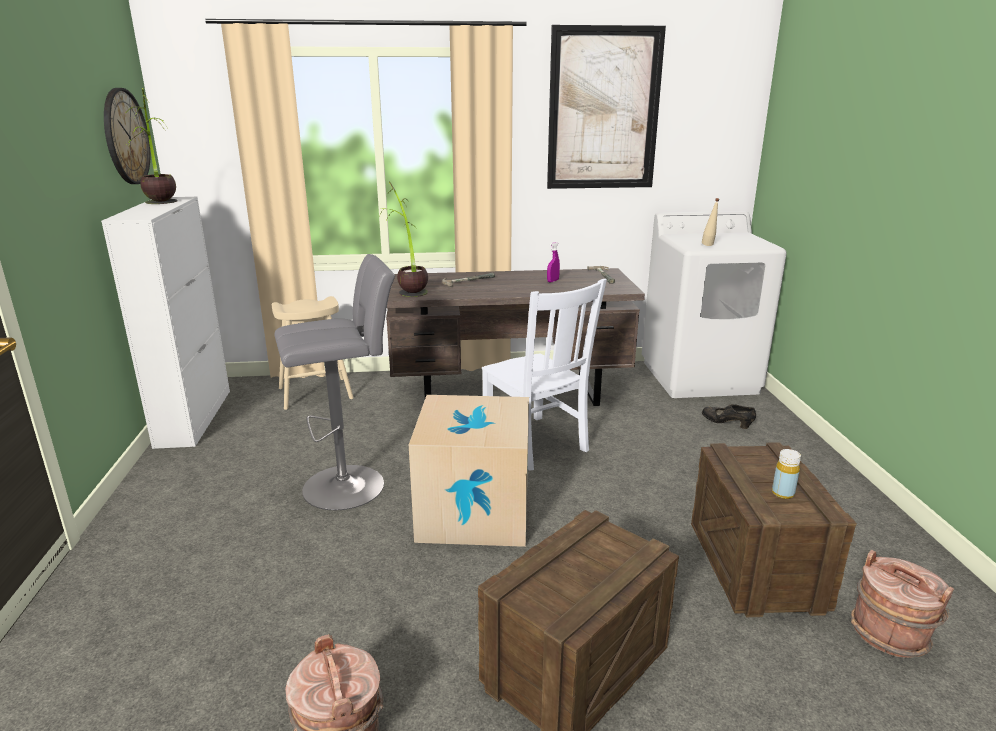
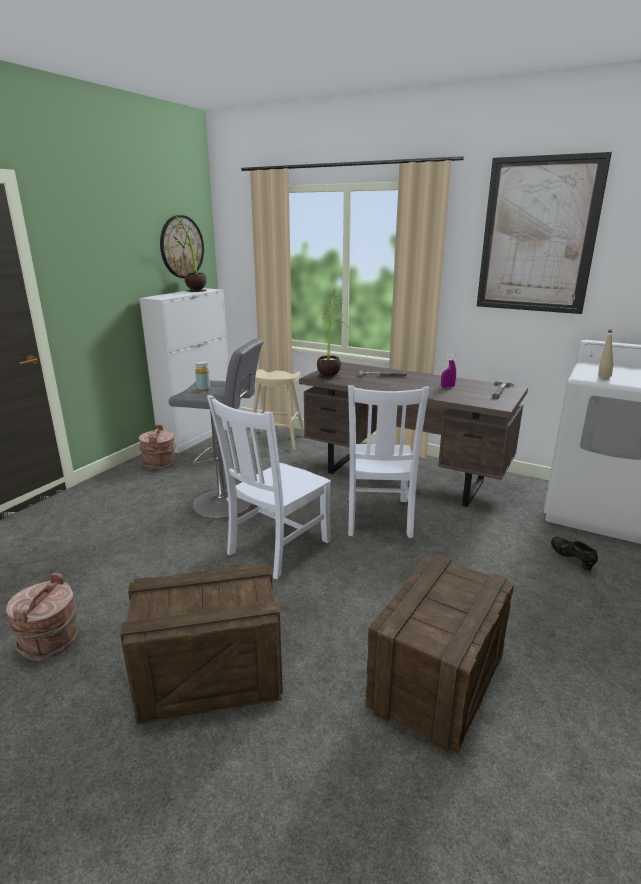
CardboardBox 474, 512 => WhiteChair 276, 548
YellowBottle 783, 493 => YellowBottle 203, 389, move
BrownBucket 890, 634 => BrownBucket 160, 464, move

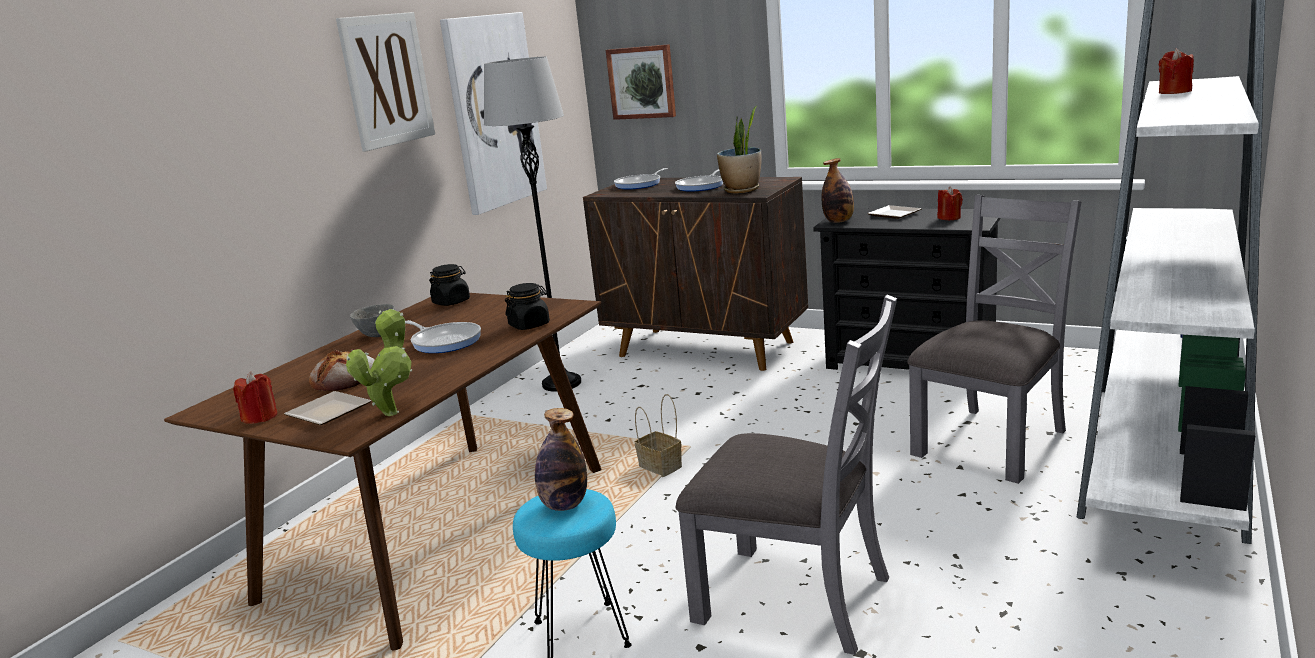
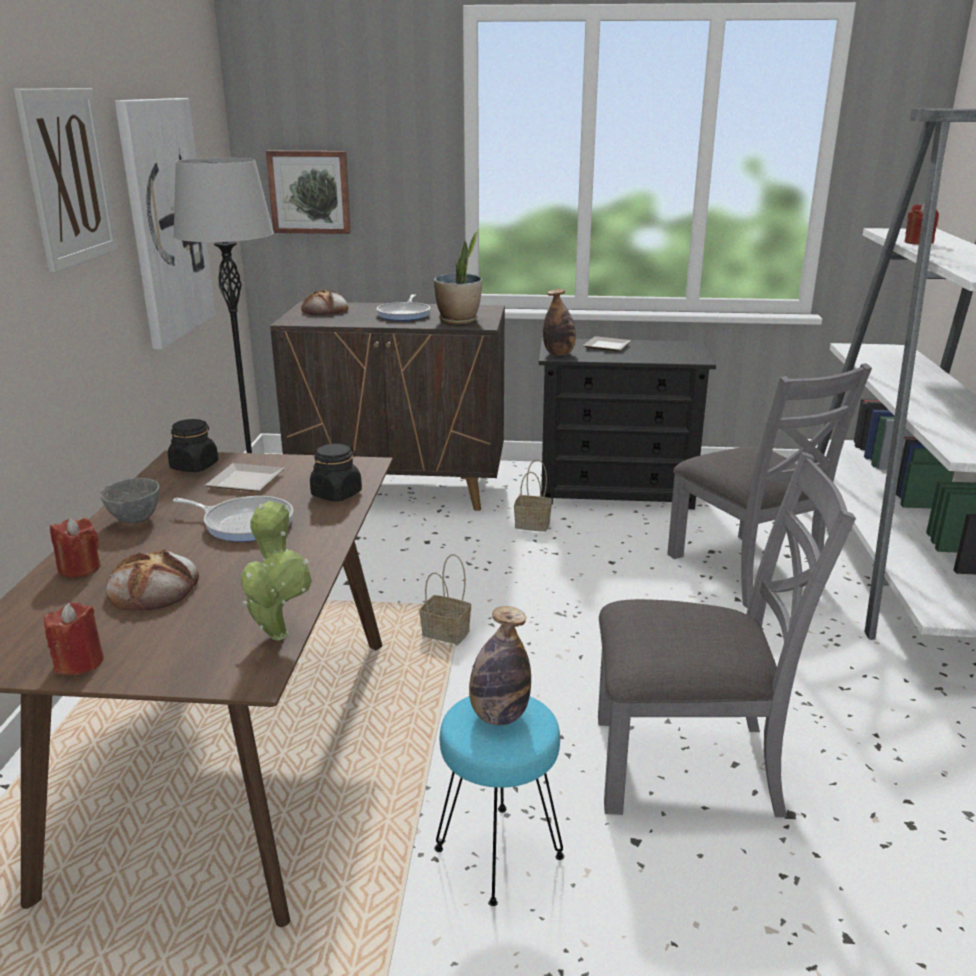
FryingPan 640, 184 => Bread 325, 310
RedCandle 949, 218 => RedCandle 80, 568, move
GreyChair 992, 442 => GreyChair 746, 570, 135 degrees clockwise
Plate 328, 413 => Plate 247, 482, move
nothing => Basket 534, 524

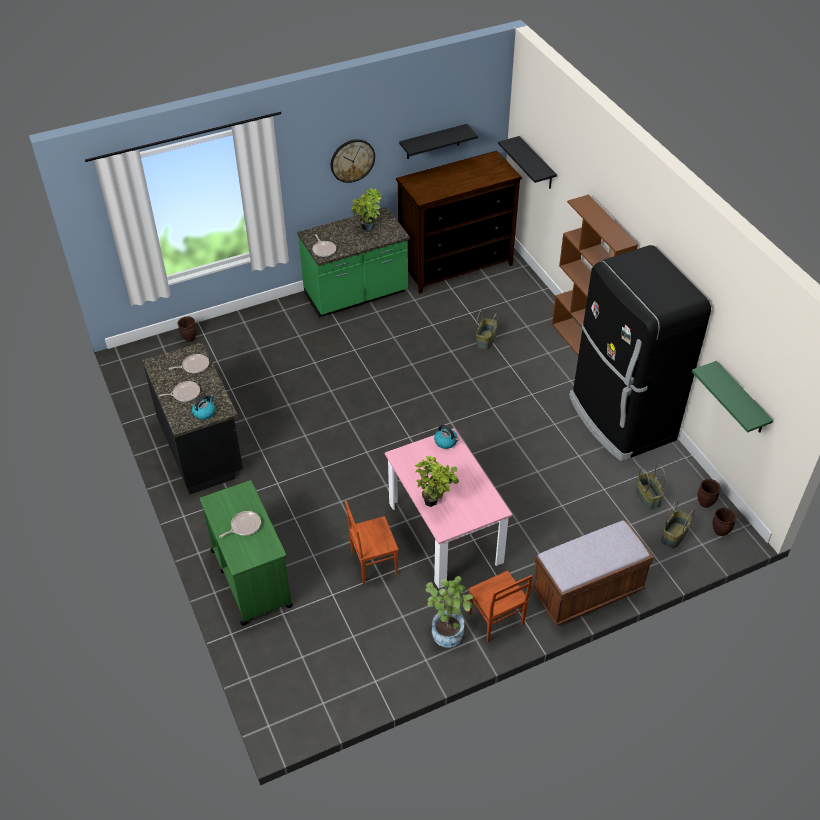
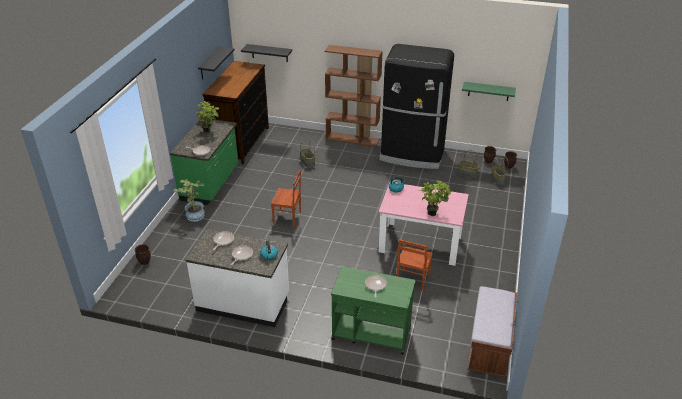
WallClock 352, 160 => nothing
BlackCounter 202, 447 => WhiteCounter 243, 302
BrownBench 587, 592 => BrownBench 489, 347, move
BrownChair 495, 620 => BrownChair 287, 218, move
PottedPlant 447, 630 => PottedPlant 193, 214, move

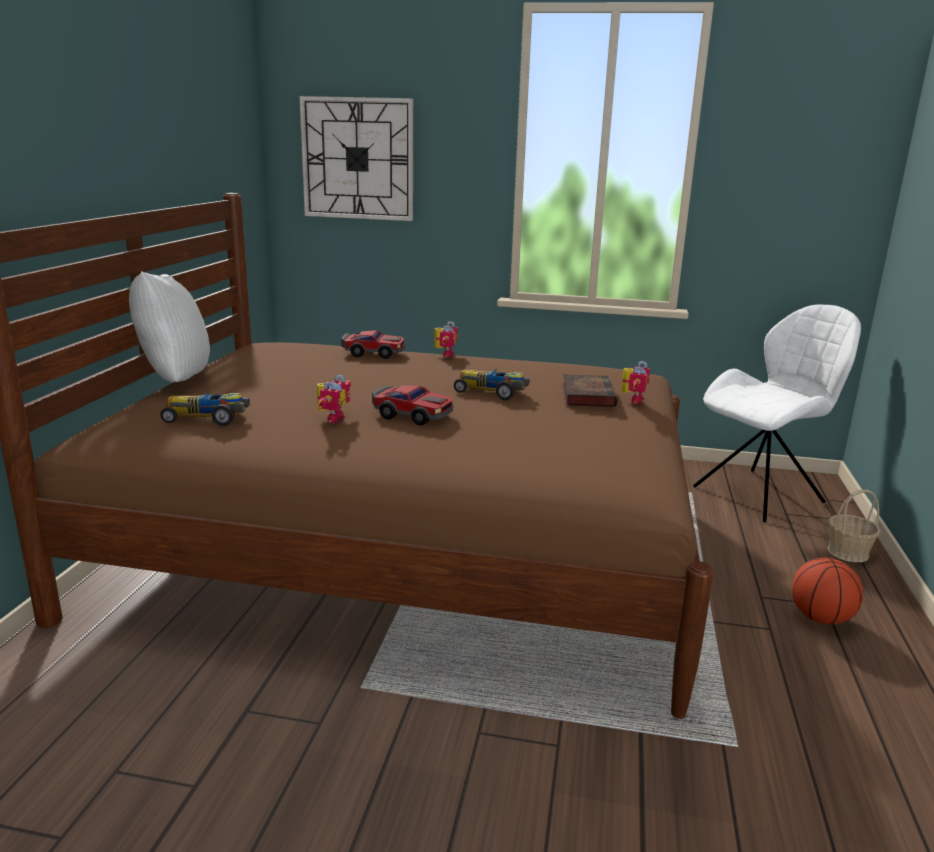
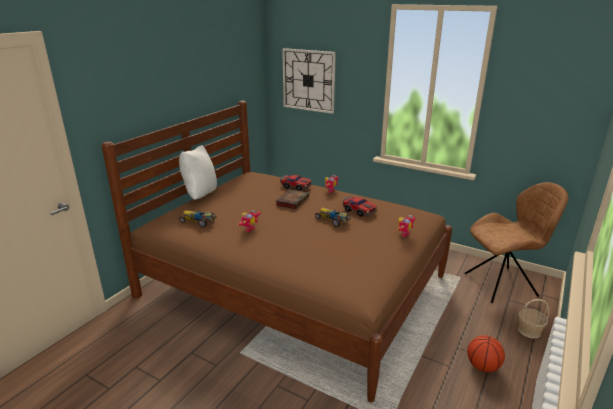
WhiteChair 761, 494 => BrownChair 502, 284
Book 587, 395 => Book 292, 201, move
ToyCar 413, 415 => ToyCar 359, 210, move

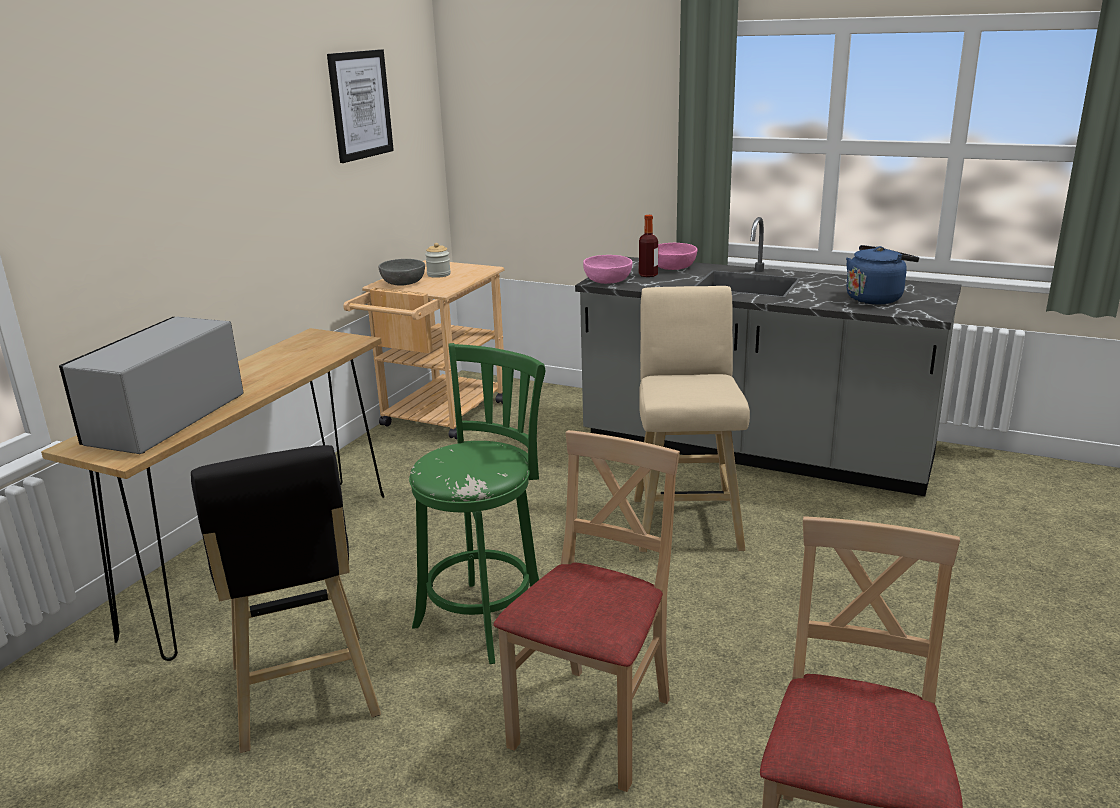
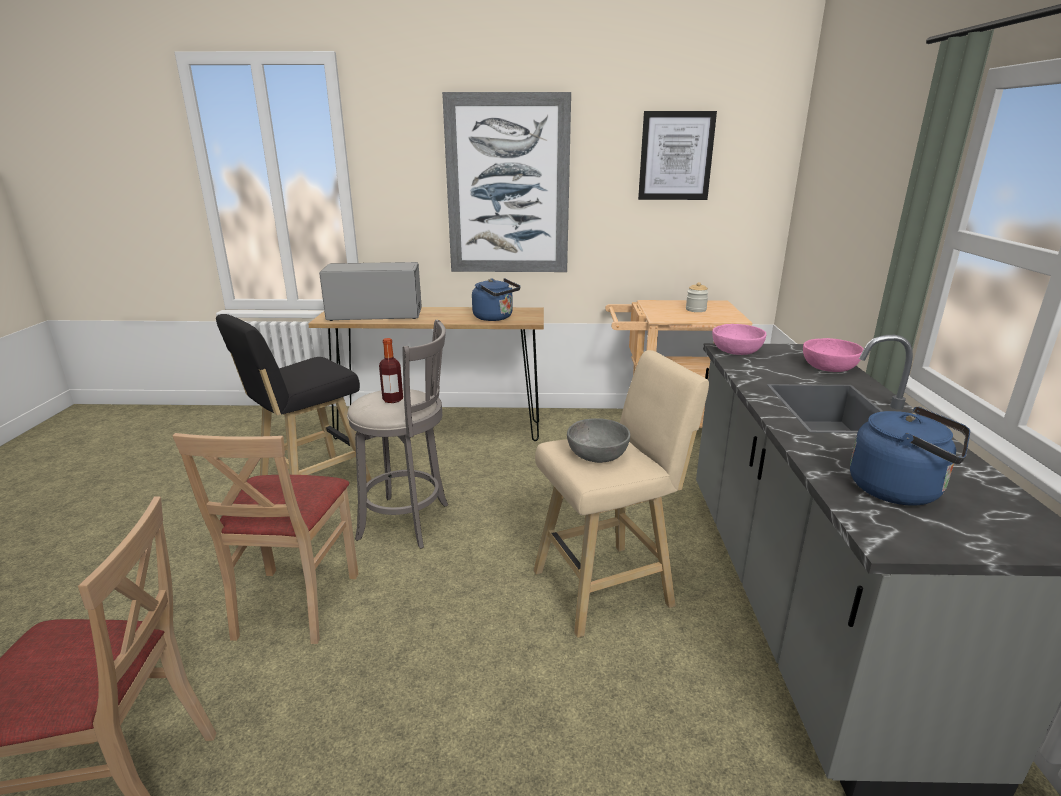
Bottle 648, 275 => Bottle 393, 400, move
GreyBowl 403, 282 => GreyBowl 597, 454, move
GreenStool 486, 617 => GreyStool 409, 522
BeigeChair 594, 724 => BeigeChair 295, 604, 90 degrees clockwise
nothing => Picture 508, 186
nothing => BlueKettle 495, 318

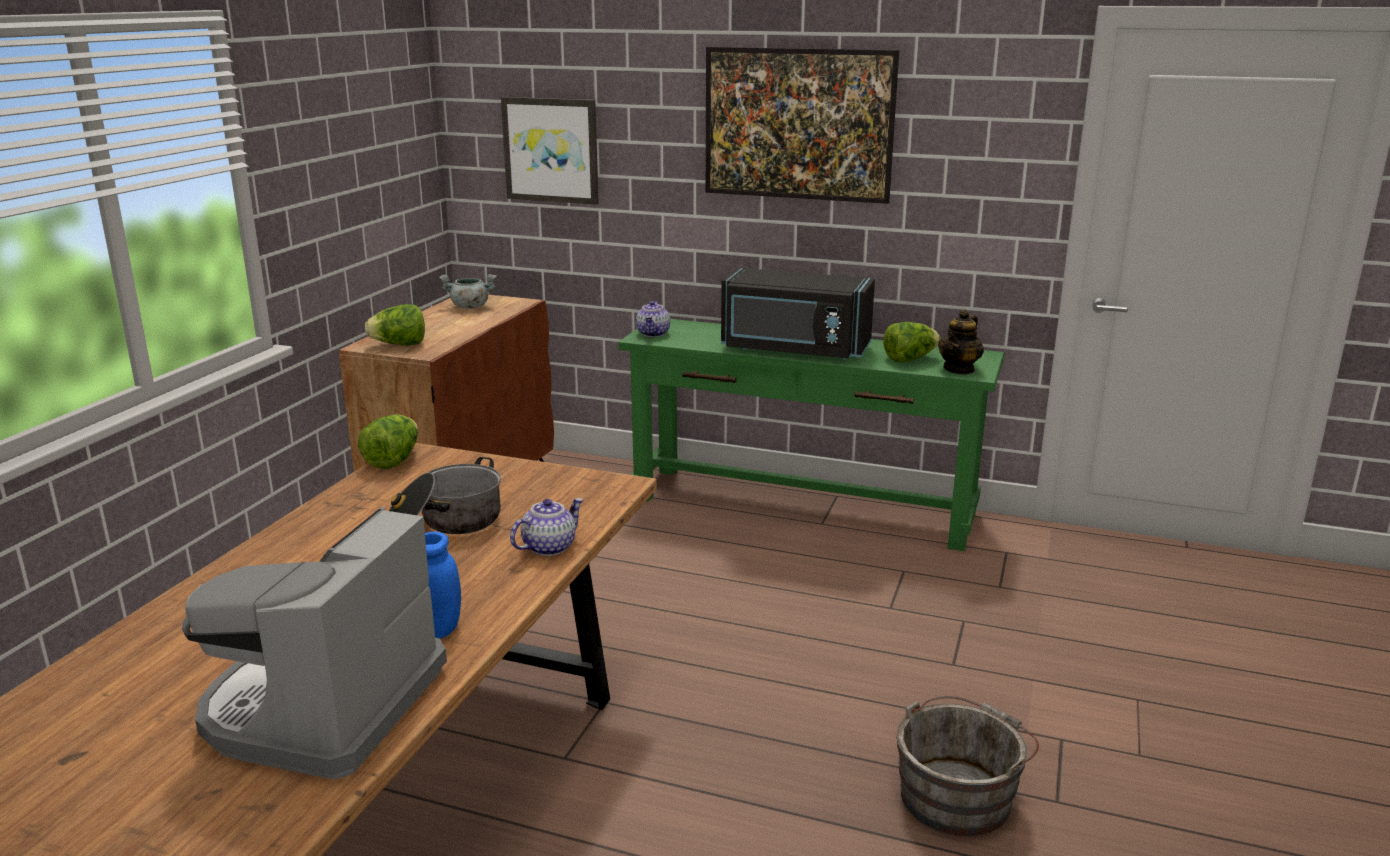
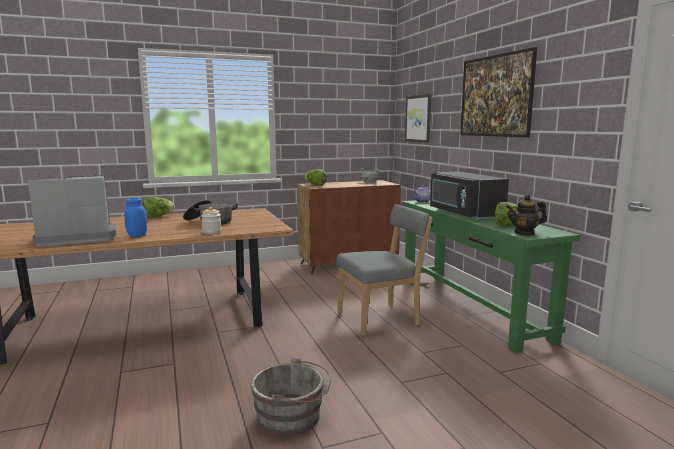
Lettuce 393, 460 => Lettuce 158, 216, move
Teapot 549, 547 => Jar 211, 232
nothing => GreyChair 381, 319

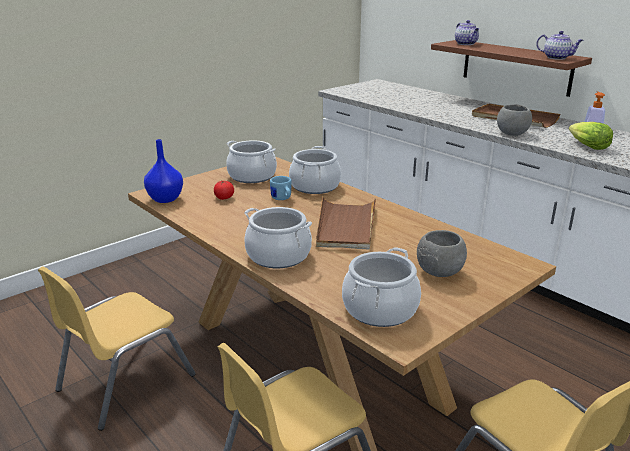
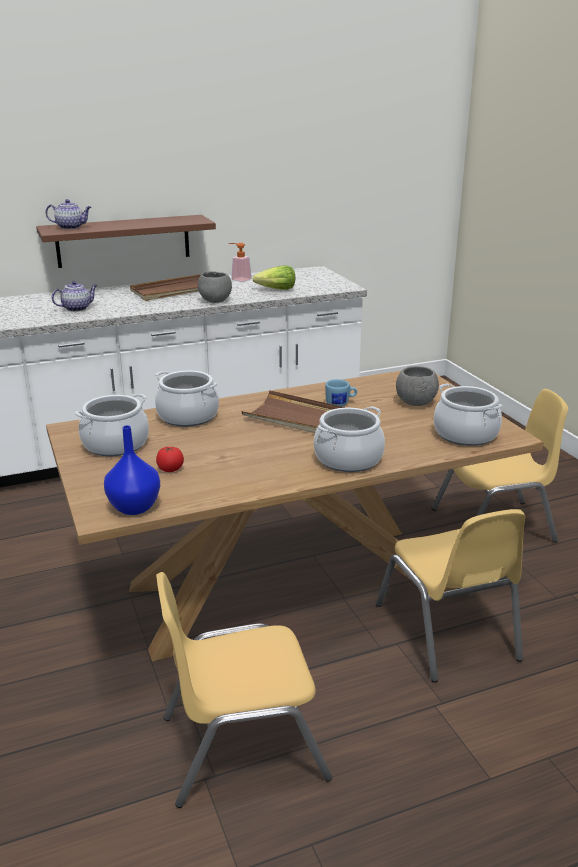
Teapot 557, 58 => Teapot 77, 308, move
BlueMug 282, 199 => BlueMug 341, 404, move
YellowChair 125, 382 => YellowChair 242, 745, 105 degrees clockwise

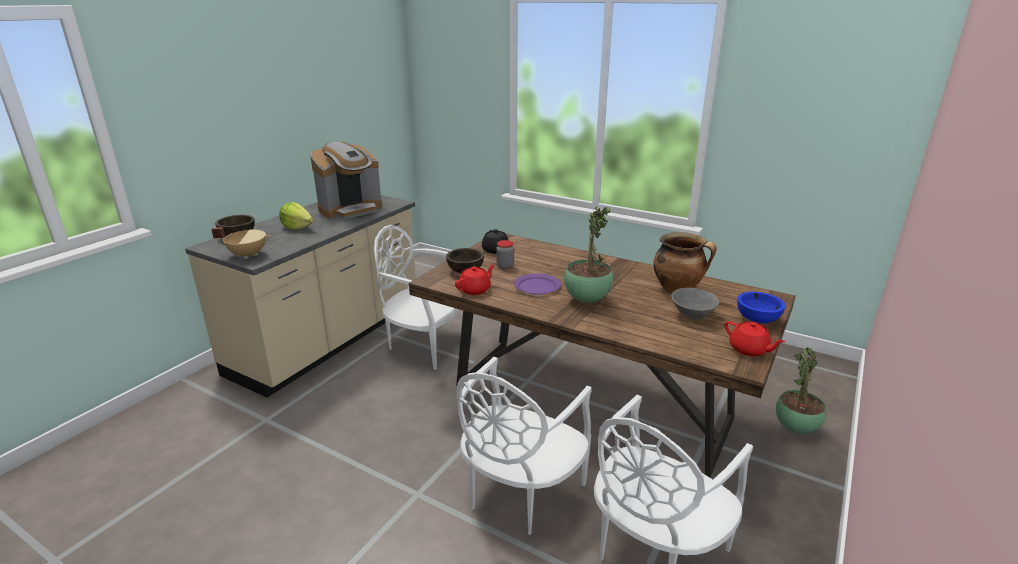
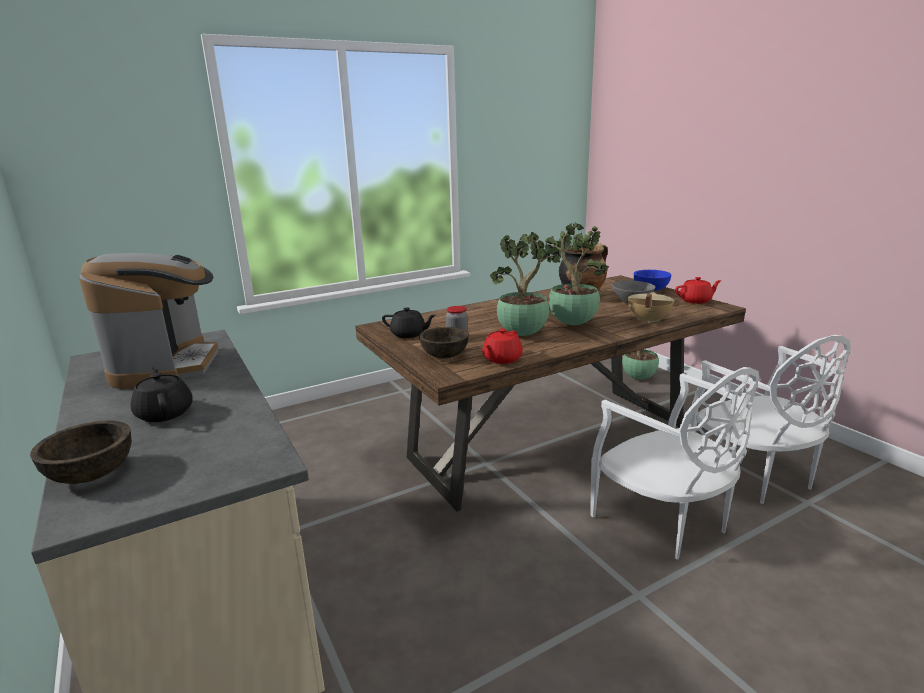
Lettuce 297, 227 => BlackTeapot 165, 413
WhiteChair 425, 343 => nothing
BeigeCookingPot 248, 255 => BeigeCookingPot 647, 320, move
RedTeapot 475, 290 => RedTeapot 501, 359, 135 degrees counterclockwise
PurplePlate 537, 286 => PottedPlant 524, 334

